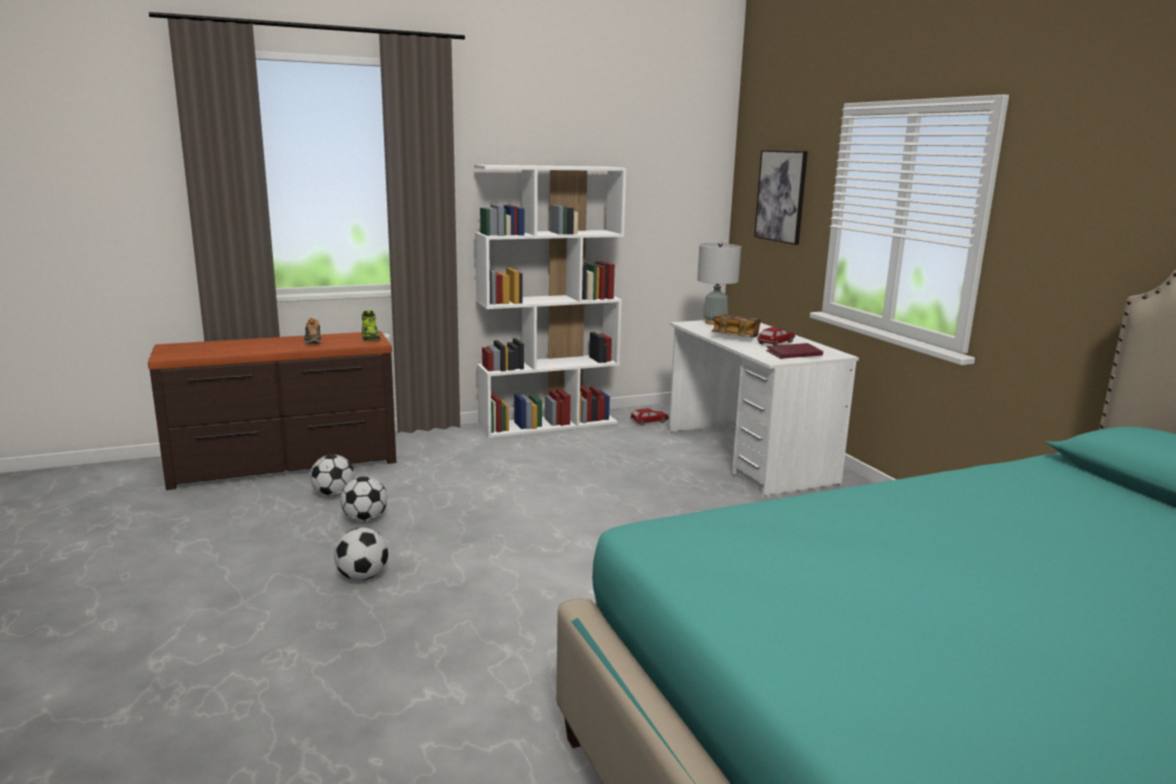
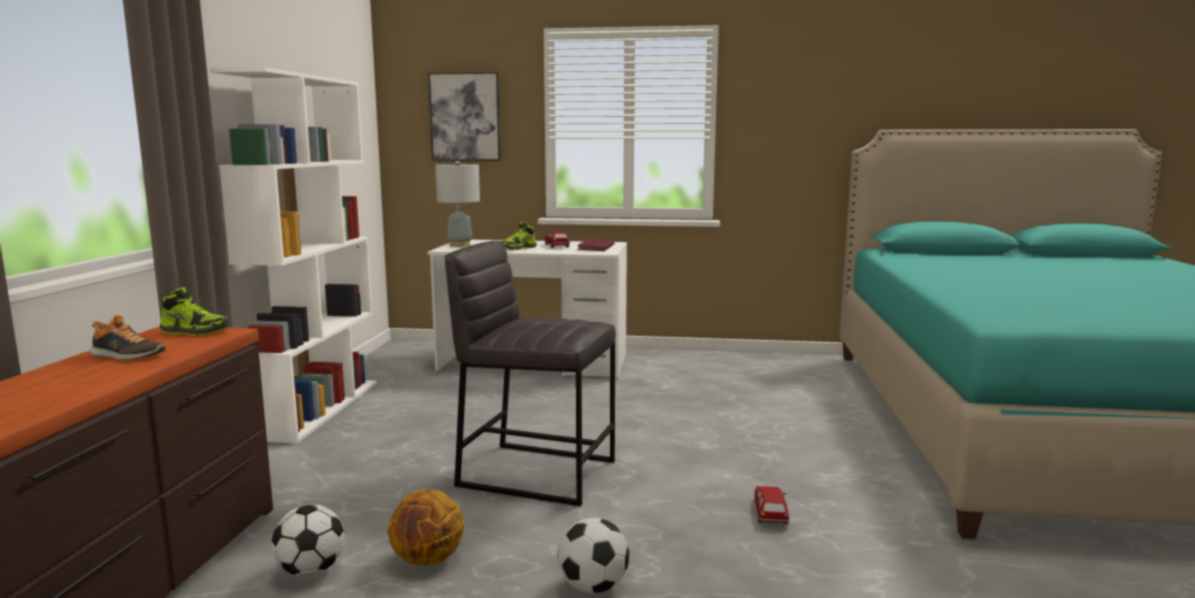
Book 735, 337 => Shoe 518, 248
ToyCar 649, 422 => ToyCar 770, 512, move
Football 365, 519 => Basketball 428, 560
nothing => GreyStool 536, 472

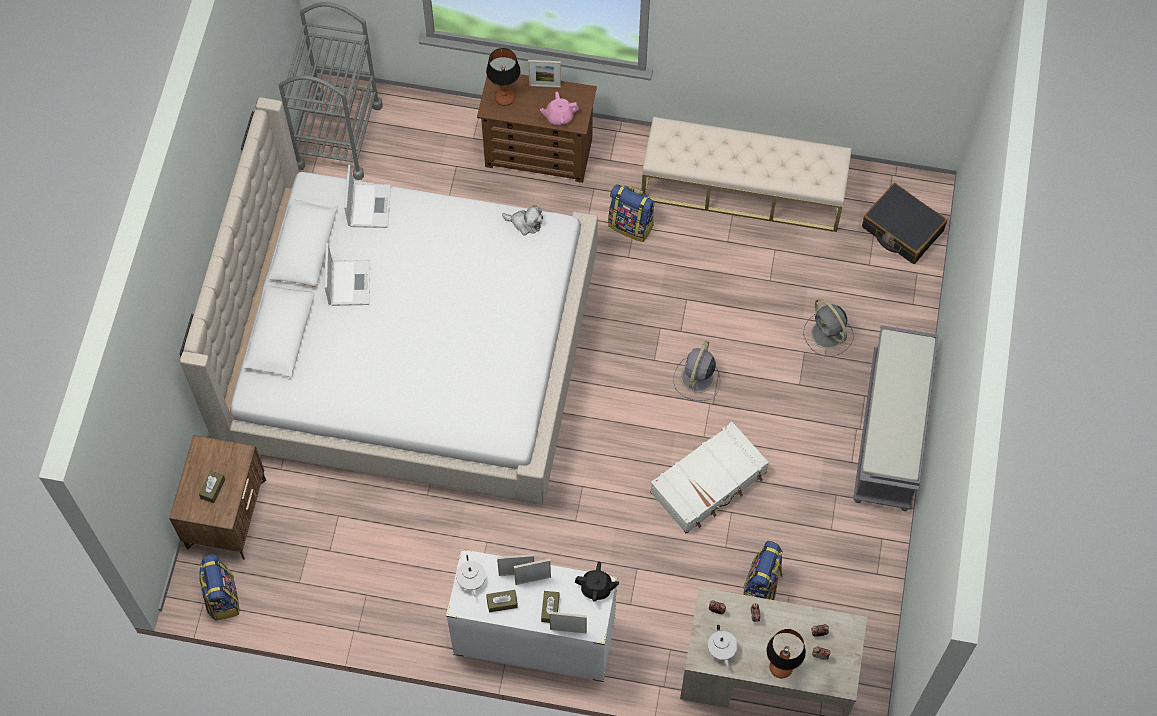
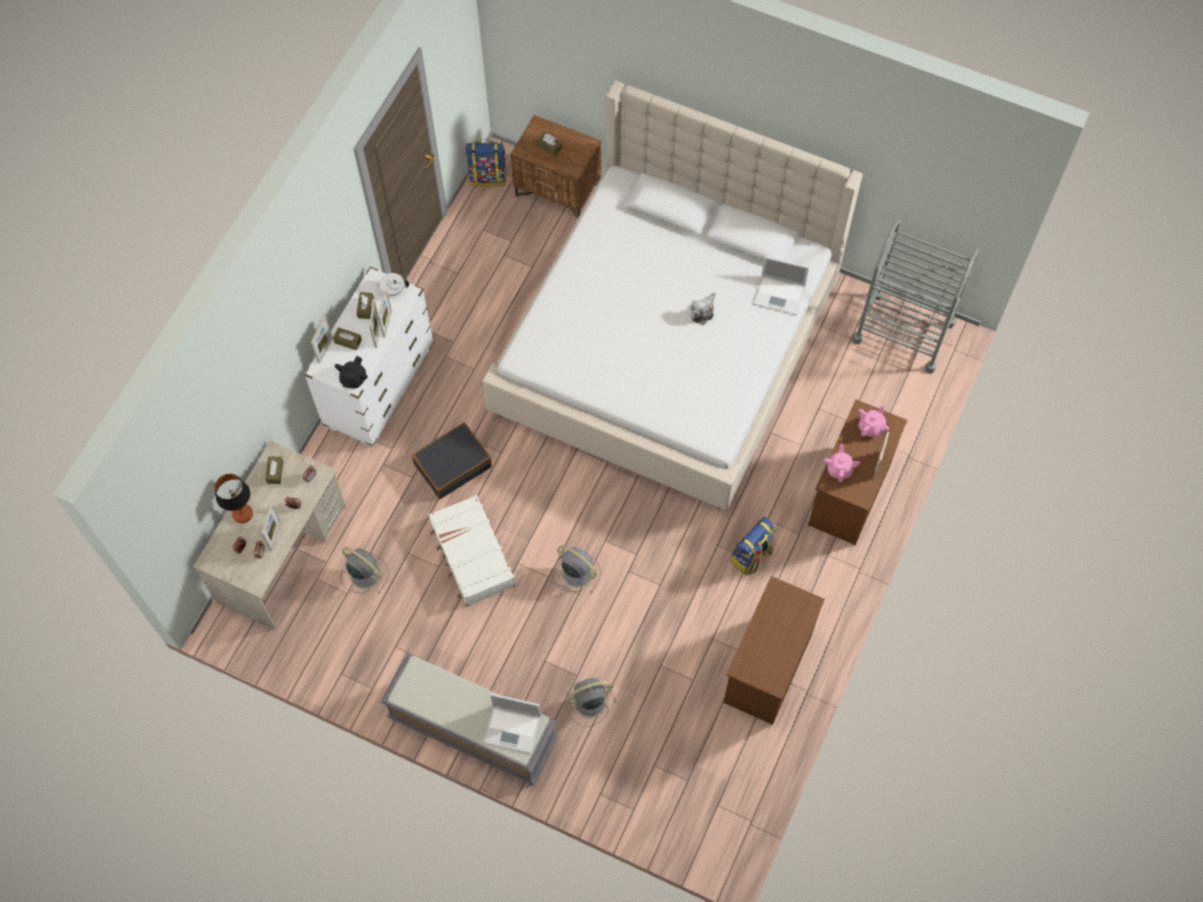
TableLamp 505, 98 => PinkTeapot 871, 427
BeigeBench 743, 189 => BrownDresser 767, 669
BlackSuitcase 901, 229 => BlackSuitcase 452, 465, move
PlushToy 525, 223 => PlushToy 703, 311, move
Laptop 349, 282 => Laptop 513, 729, move
Backpack 762, 585 => GreyFan 364, 573
WhiteTeapot 721, 650 => BrownTissueBox 275, 472
nothing => PictureFrame 275, 536

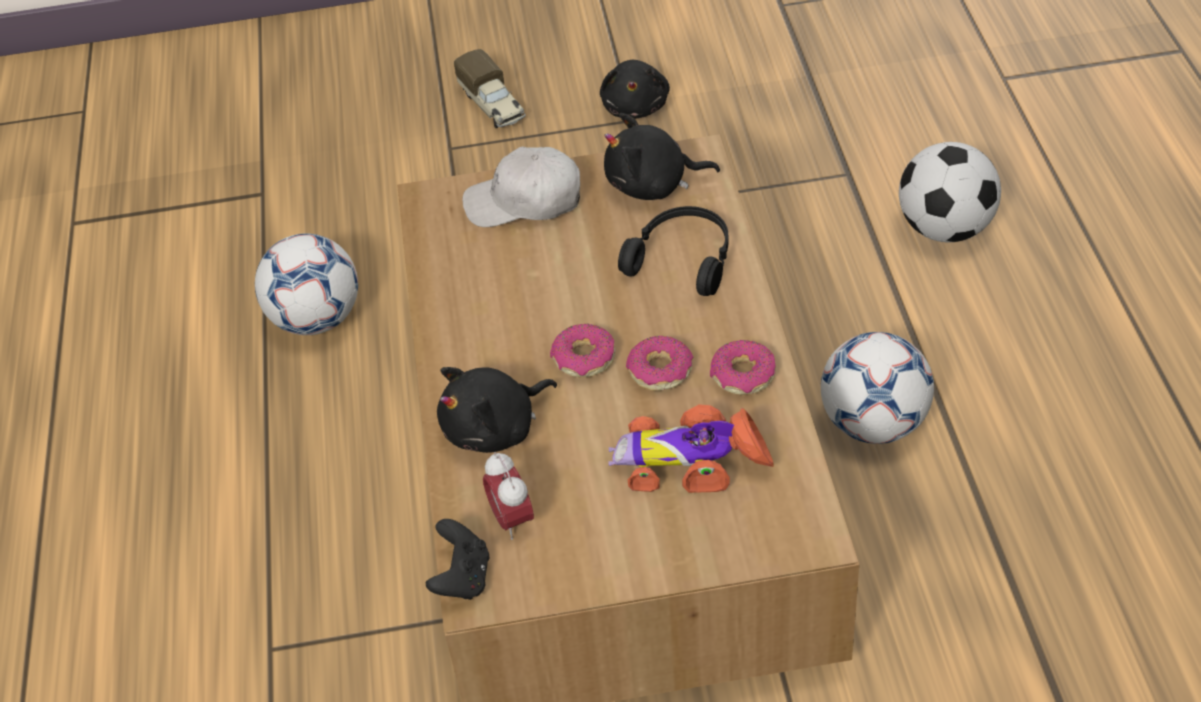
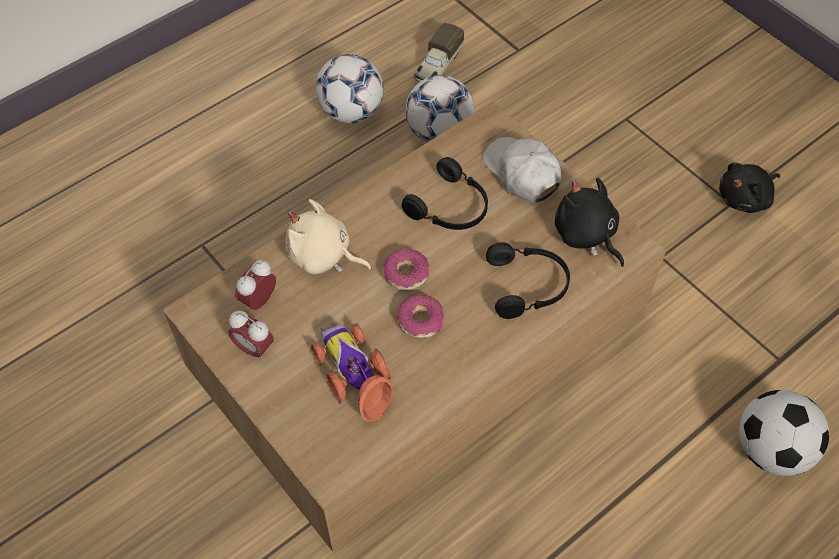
ToyTruck 493, 106 => ToyTruck 437, 66, move
Football 874, 423 => Football 351, 112, move
Donut 743, 376 => nothing
BlackPlushToy 495, 429 => BeigePlushToy 323, 256
BlackGameController 462, 578 => nothing
nothing => BlackHeadphones 450, 208
nothing => AlarmClock 254, 348

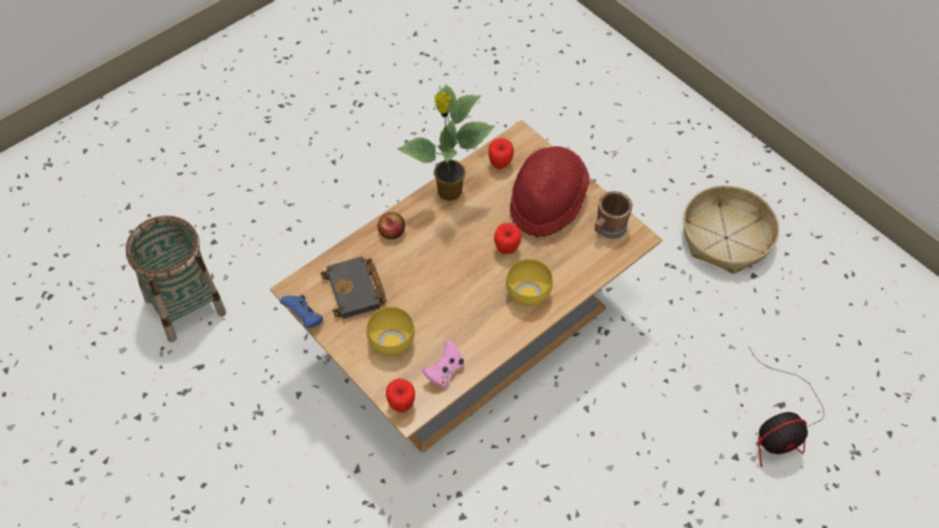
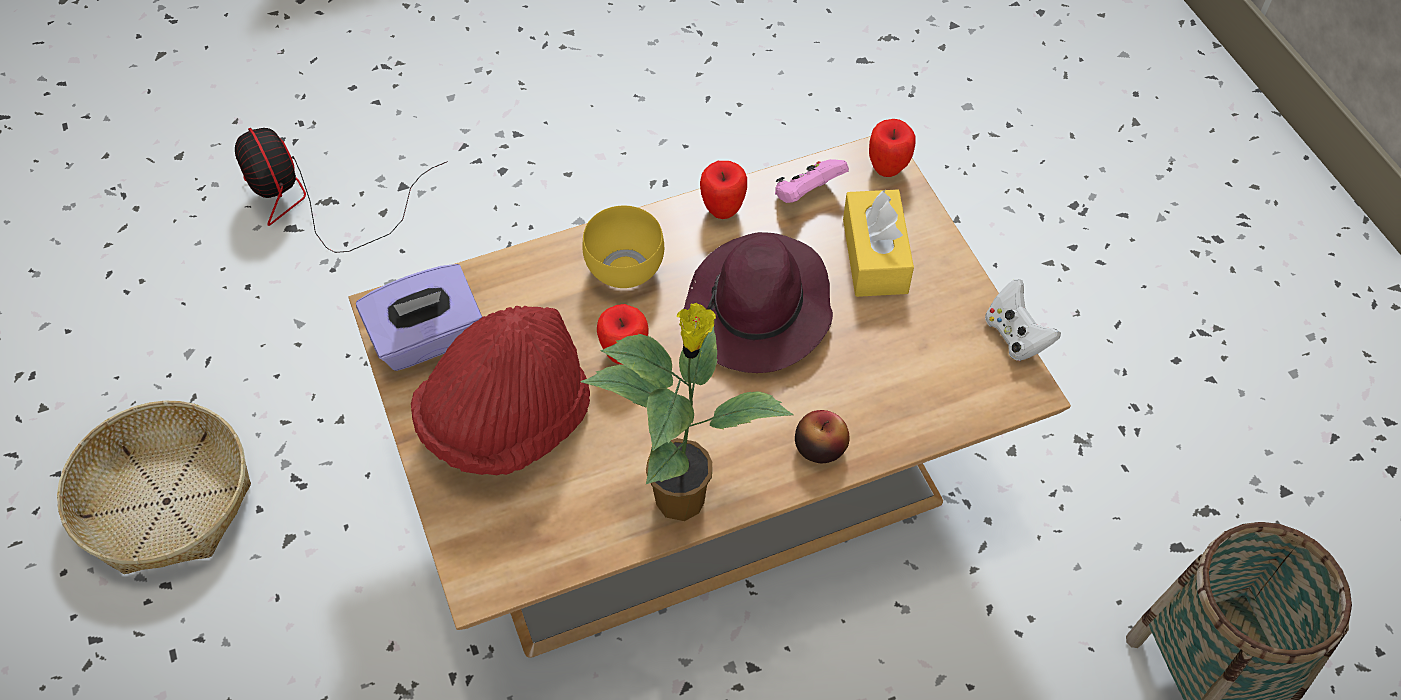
Apple 500, 165 => Apple 723, 209, move
BrownMug 608, 229 => PurpleTissueBox 427, 339
BlackBook 357, 291 => nothing
BlueGameController 304, 317 => WhiteGameController 1015, 335
YellowBowl 393, 343 => YellowTissueBox 875, 256
Fan 781, 426 => Fan 313, 203, 120 degrees counterclockwise
nothing => PurpleHat 758, 311

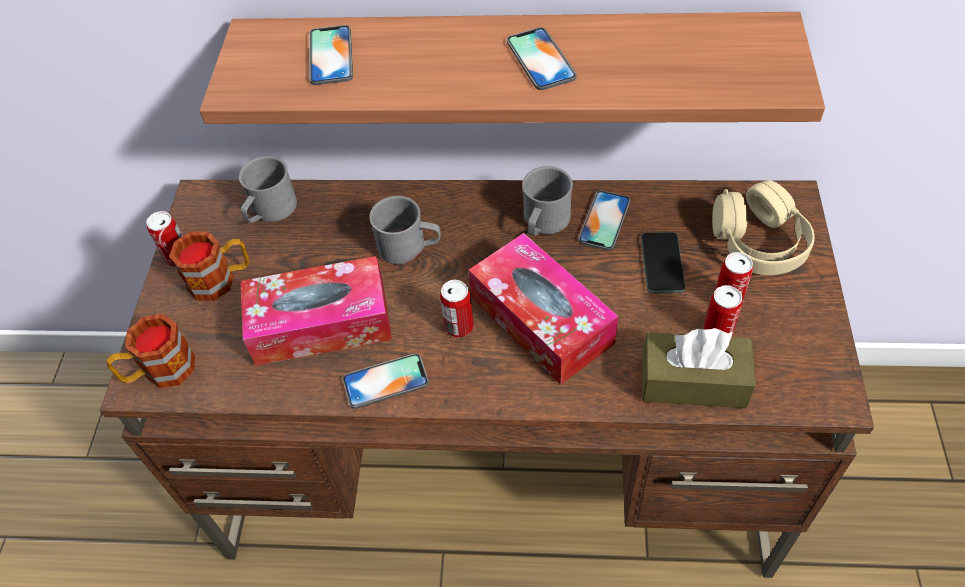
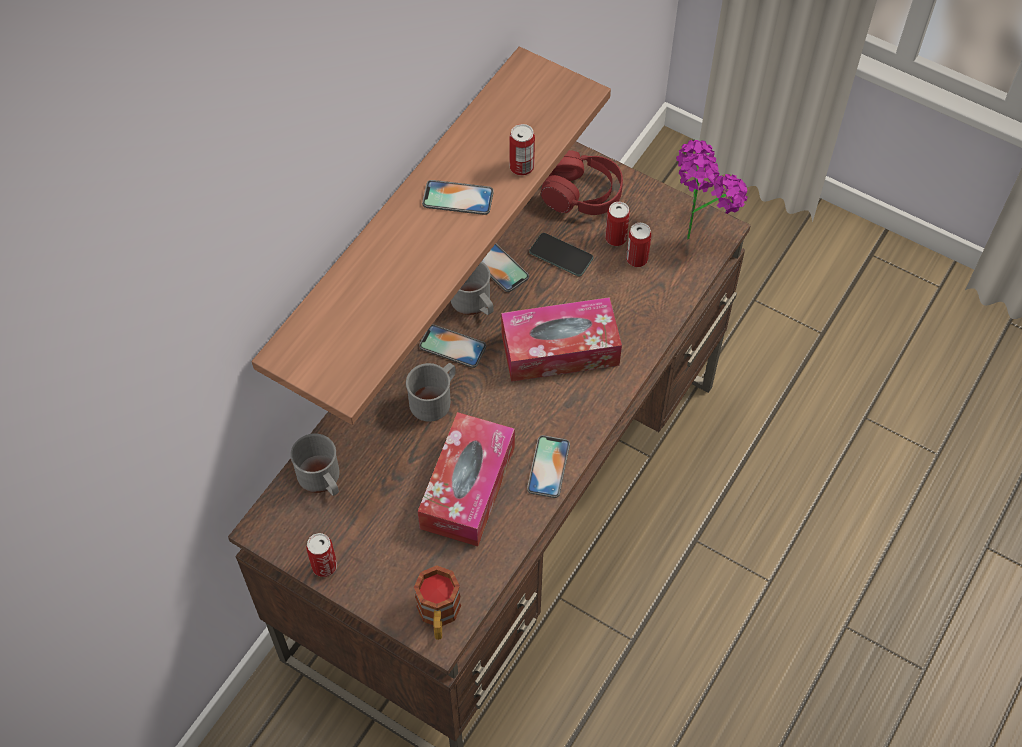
Phone 331, 55 => Phone 452, 346, move
BeigeHeadphones 758, 242 => RedHeadphones 582, 193
Mug 221, 279 => nothing
Can 459, 326 => Can 521, 167, move
BrownTissueBox 693, 381 => nothing
nothing => PottedPlant 697, 229

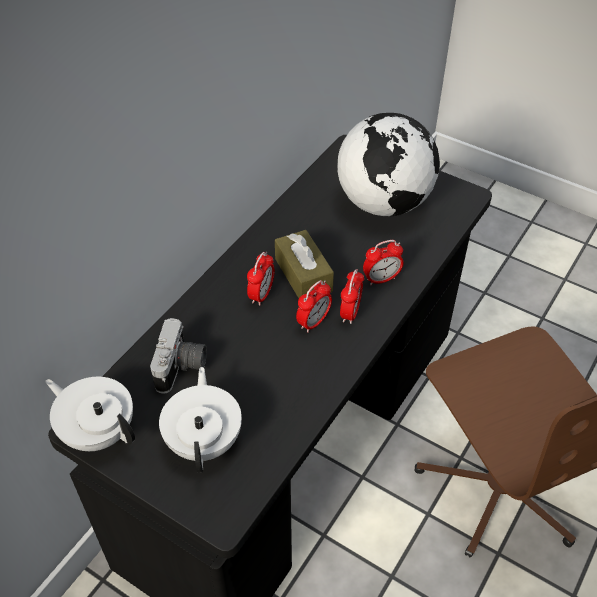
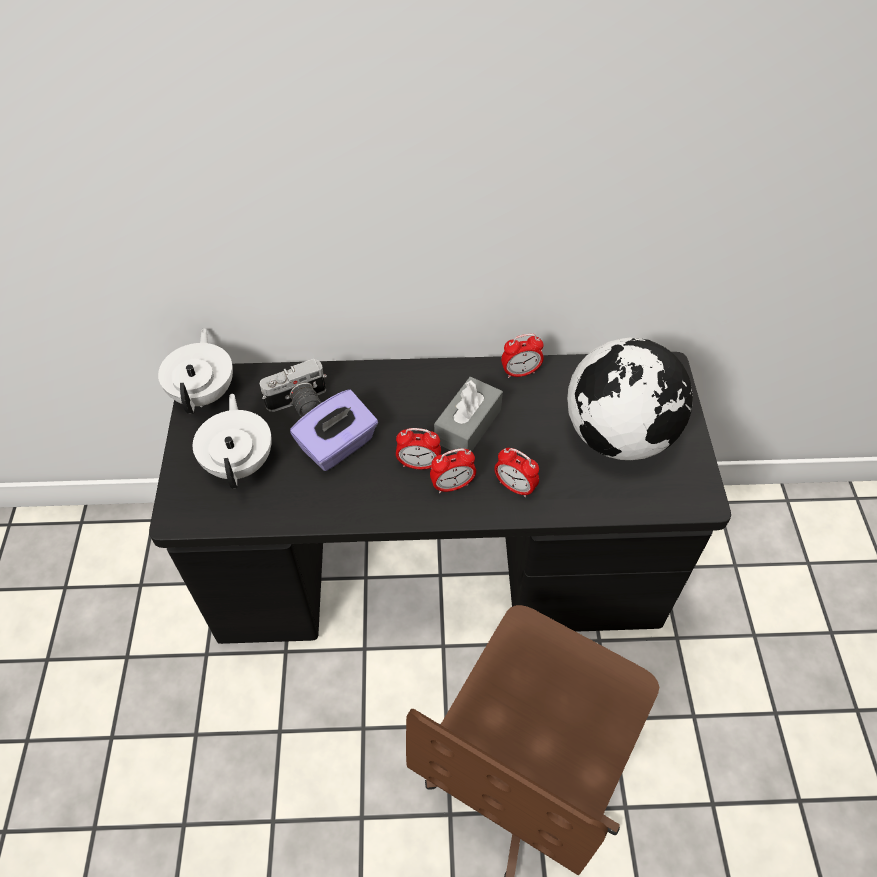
BrownTissueBox 303, 275 => GreyTissueBox 468, 426
AlarmClock 261, 295 => AlarmClock 520, 372, move
WhiteTeapot 205, 440 => WhiteTeapot 240, 462, 60 degrees counterclockwise
nothing => PurpleTissueBox 338, 446

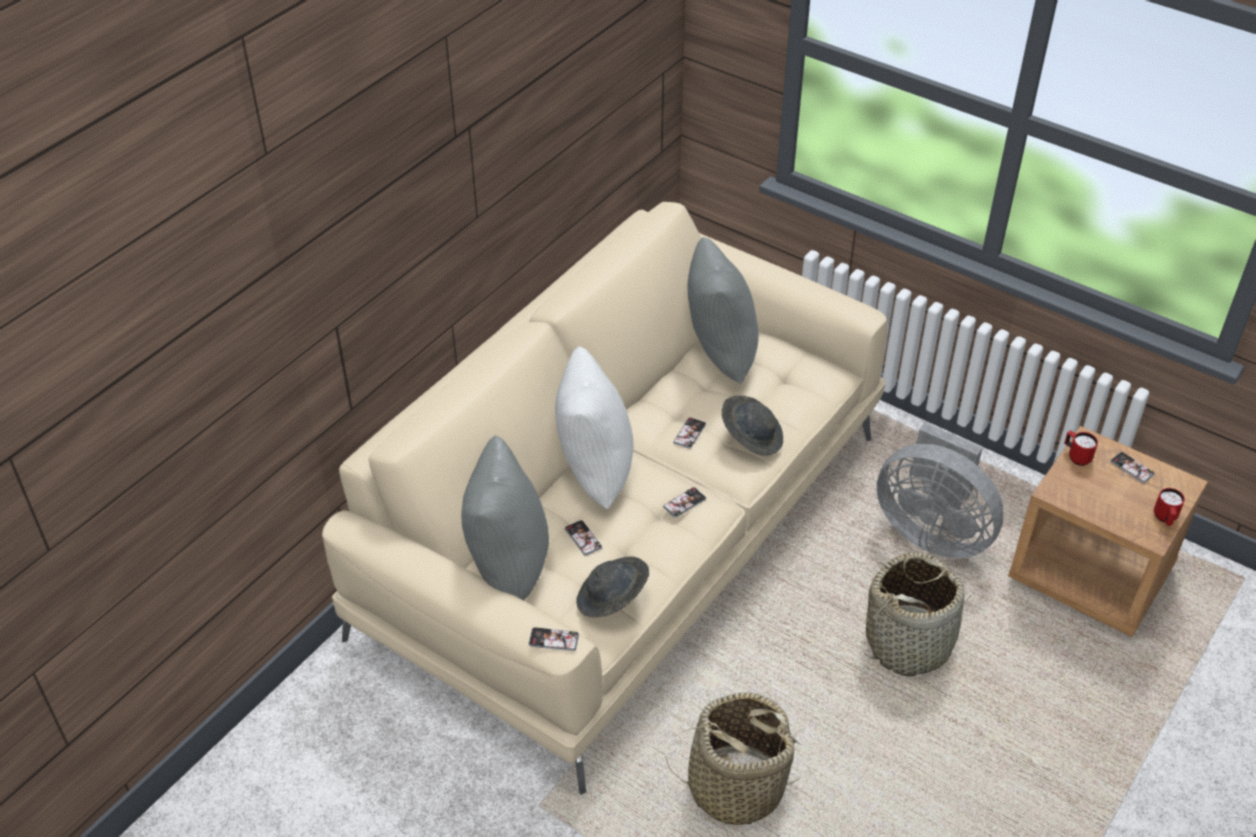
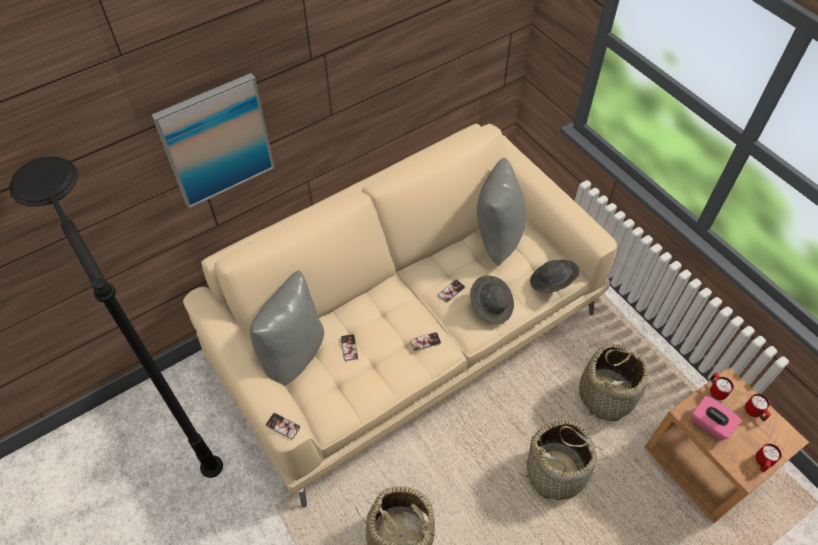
WhitePillow 592, 472 => nothing
GreyFan 932, 531 => Basket 606, 395
Phone 1132, 468 => RedMug 754, 413
GreyHat 612, 599 => GreyHat 552, 283, move
nothing => Picture 216, 141
nothing => BlackFloorLamp 182, 413
nothing => PinkTissueBox 710, 424

